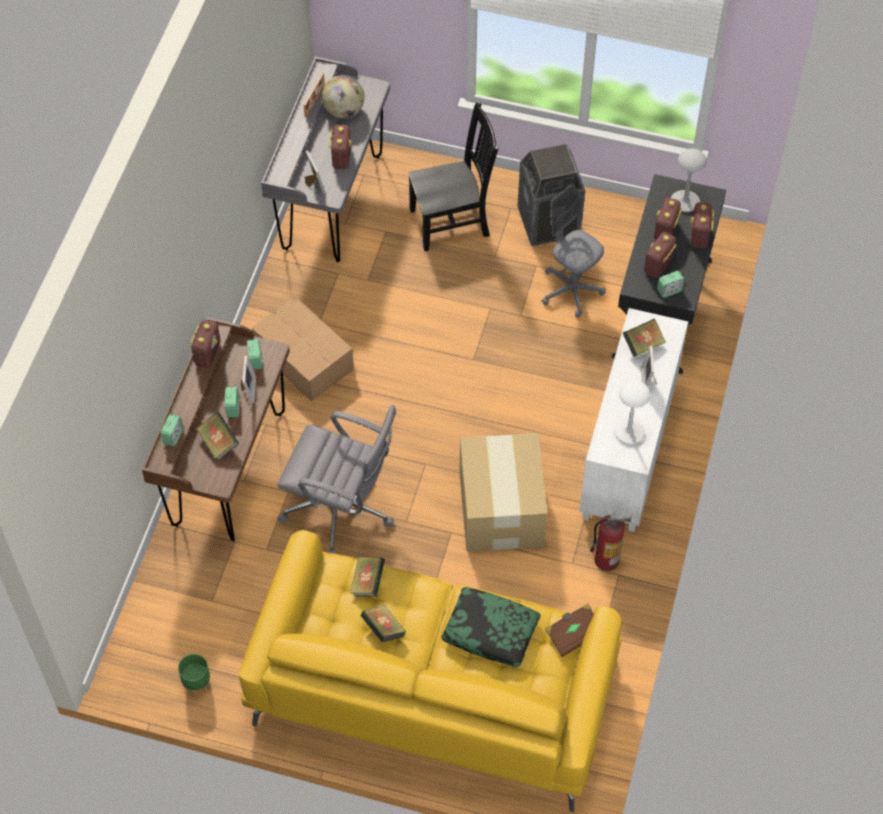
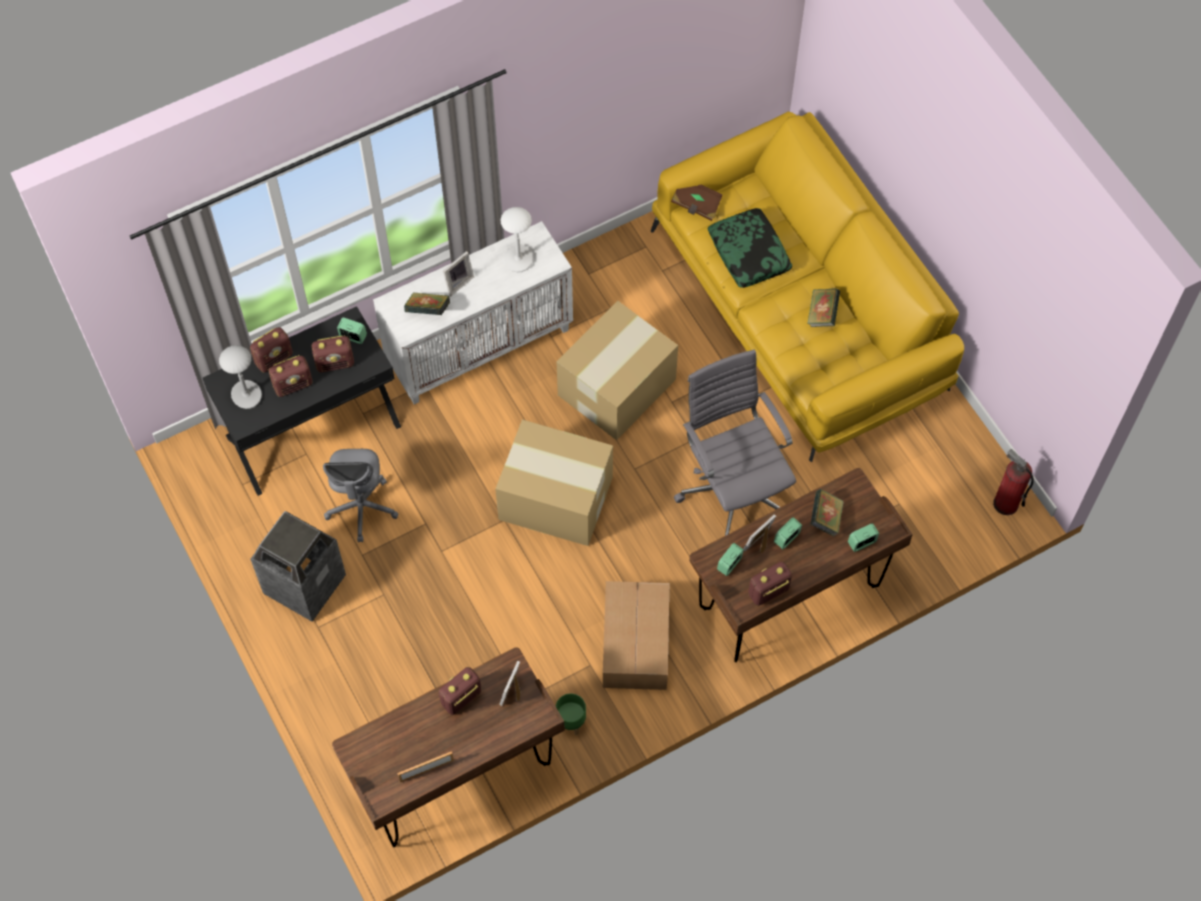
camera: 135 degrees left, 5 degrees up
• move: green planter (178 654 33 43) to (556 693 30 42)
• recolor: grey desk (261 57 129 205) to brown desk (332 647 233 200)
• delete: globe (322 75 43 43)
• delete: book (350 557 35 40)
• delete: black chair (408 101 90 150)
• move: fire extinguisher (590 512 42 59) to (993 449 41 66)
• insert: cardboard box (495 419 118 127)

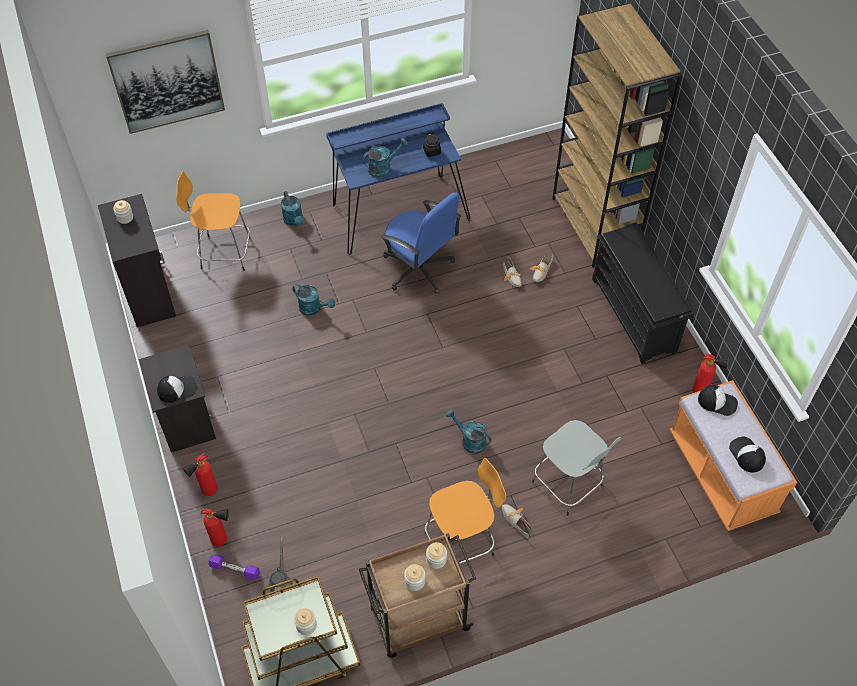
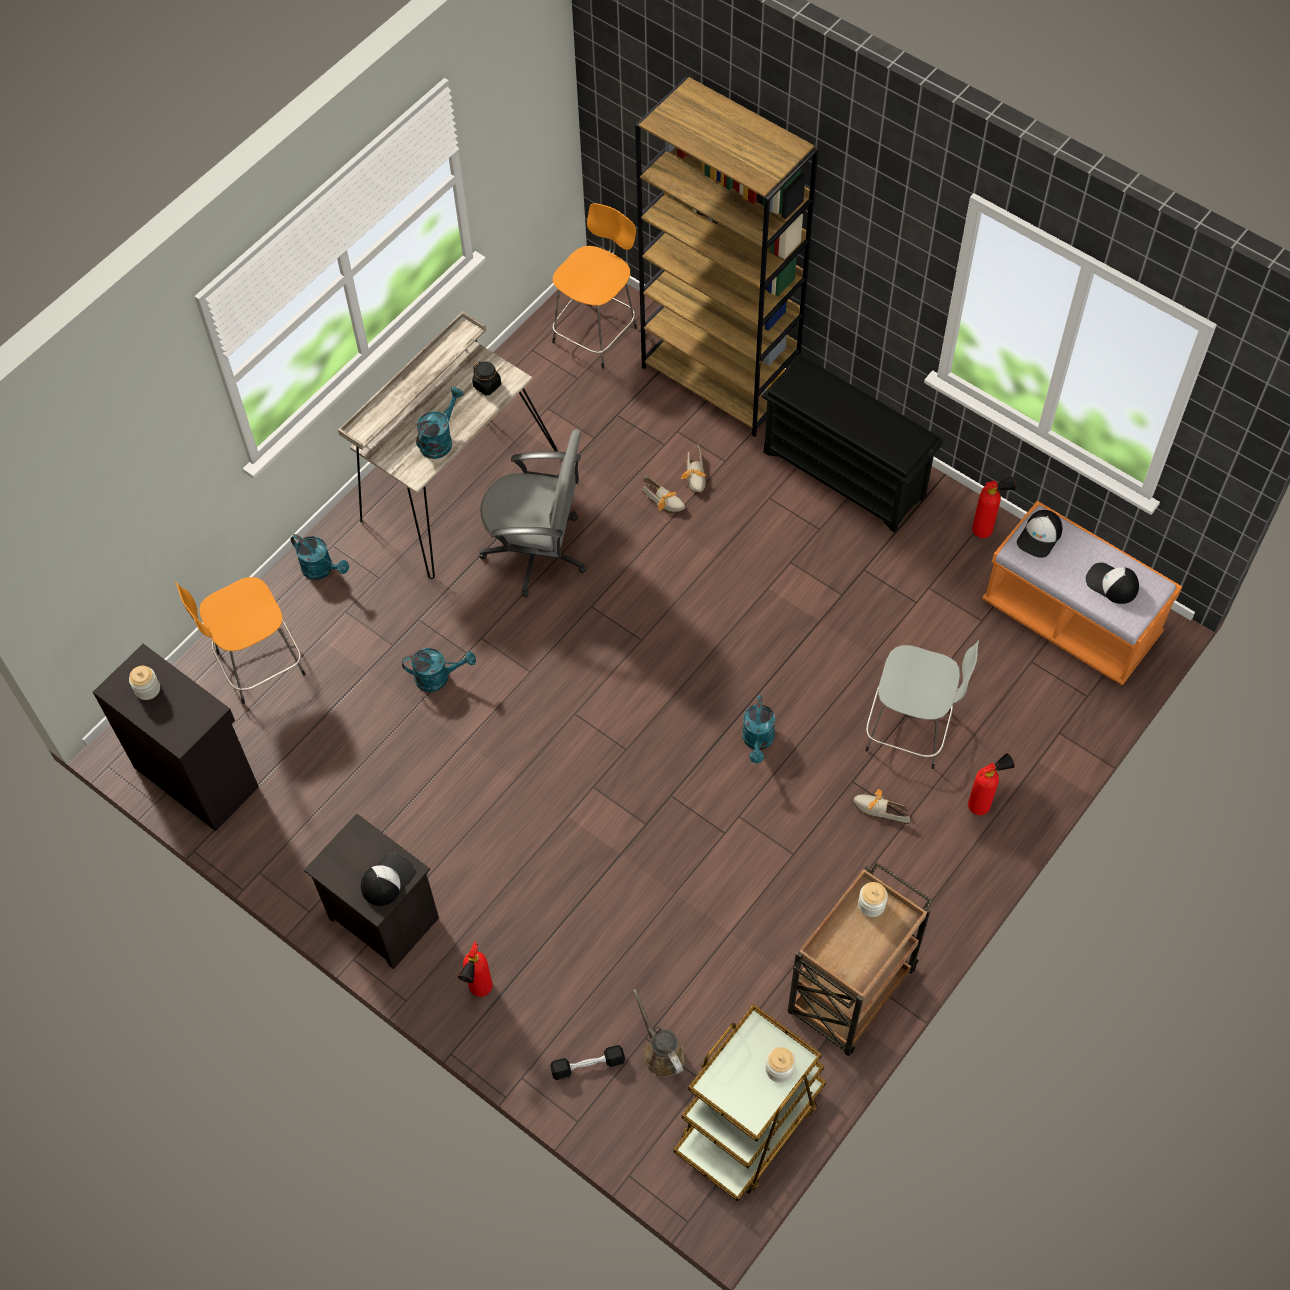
camera: 30 degrees left, 5 degrees up
• delete: picture (106 30 119 104)
• move: fire extinguisher (200 508 29 39) to (968 753 47 62)
• recolor: purple dumbbell (209 555 51 25) to black dumbbell (550 1045 75 35)
• recolor: blue desk (326 103 145 152) to beige desk (338 311 219 268)
• recolor: blue office chair (381 192 80 101) to grey office chair (479 429 107 168)
• delete: jar (404 564 21 27)
• move: orange stool (425 458 81 106) to (552 203 85 166)
• rotate: turquoise watering can (446 409 46 45) = (742 695 33 68) 90 degrees counterclockwise
• rotate: cap (698 385 40 31) = (1017 510 45 48) 135 degrees clockwise

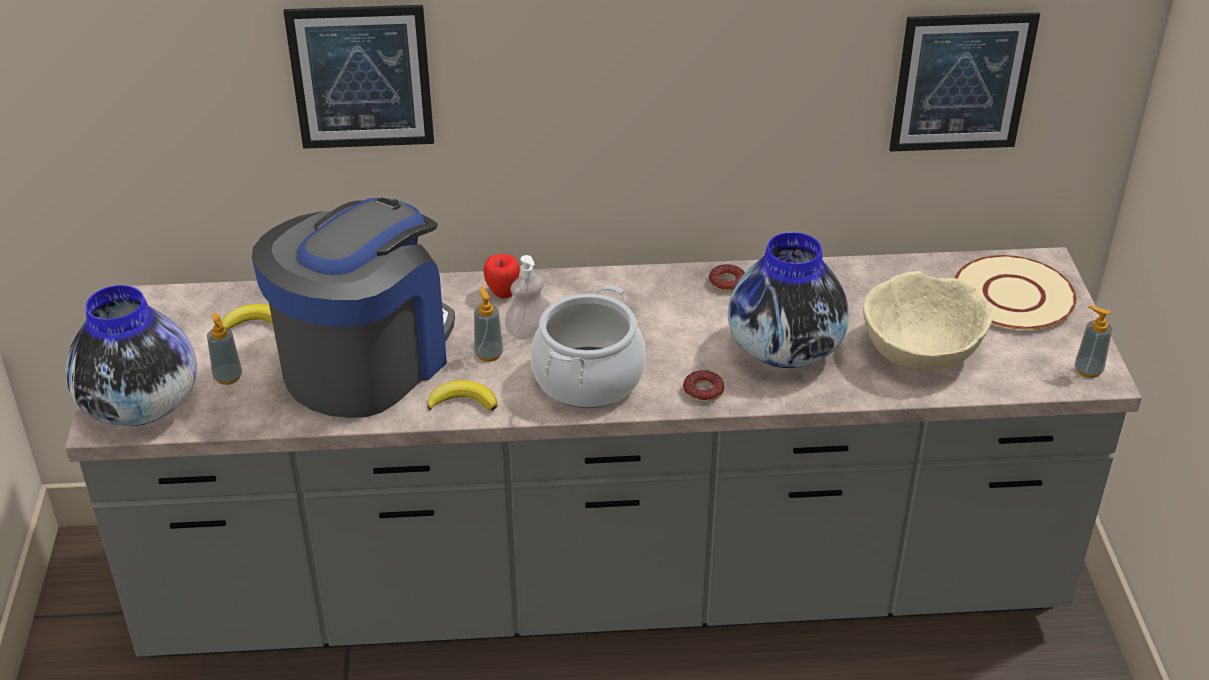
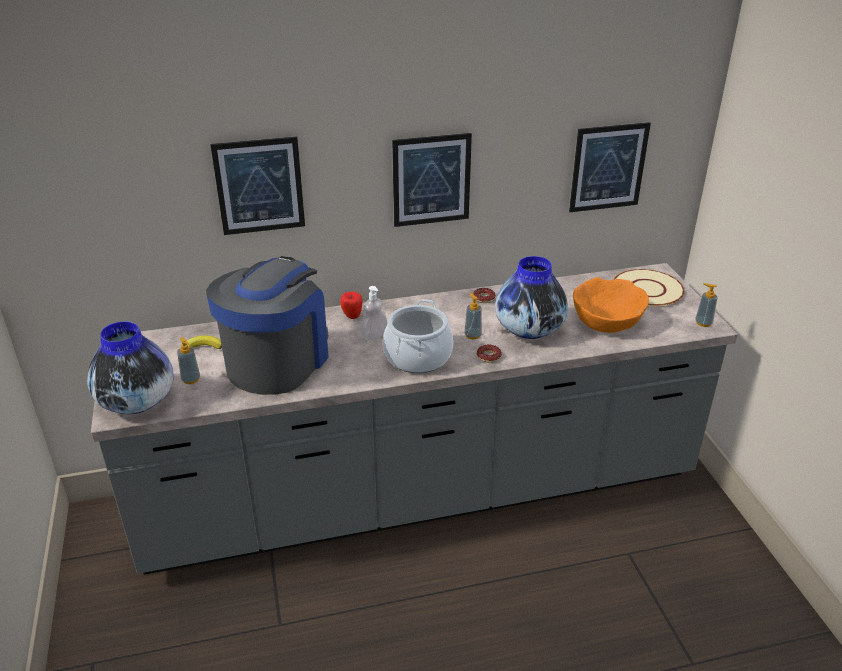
camera: 10 degrees left, 5 degrees down
• delete: banana (427 380 70 31)
• move: soap dispenser (474 286 29 76) to (464 293 18 46)
• recolor: beige bowl (863 271 129 100) to orange bowl (573 277 76 56)
• insert: picture (392 133 80 94)

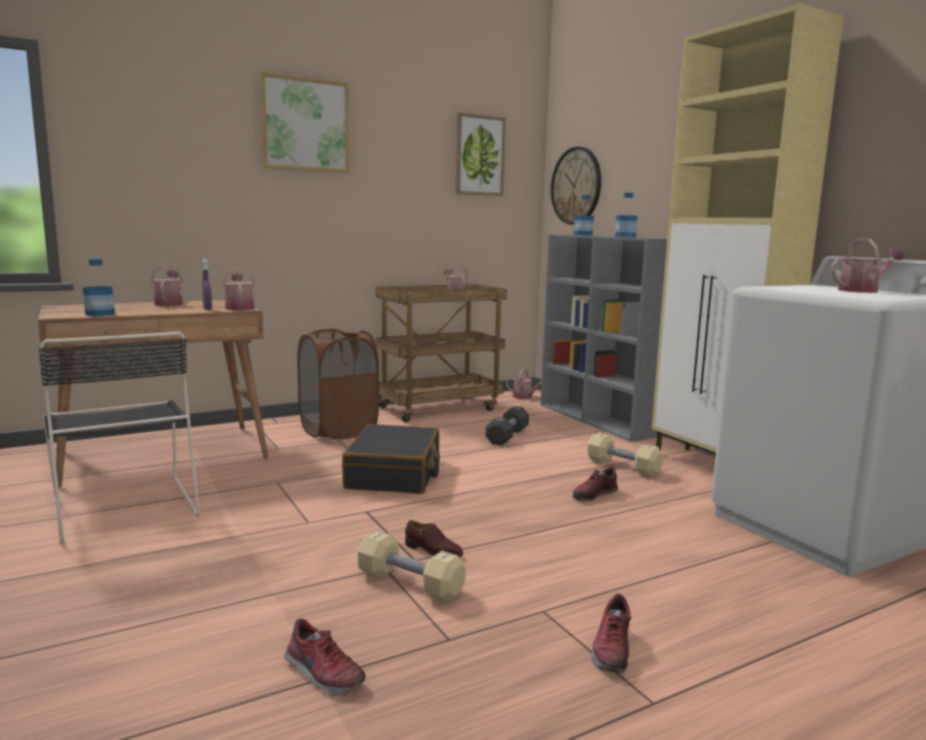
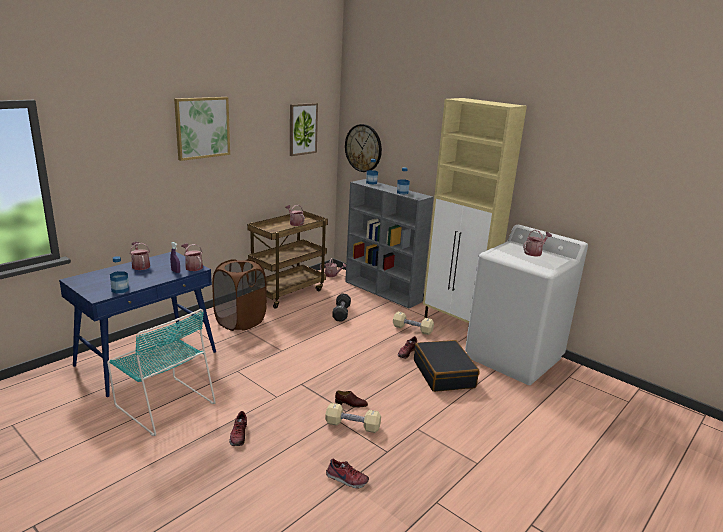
camera: 20 degrees left, 10 degrees up
• recolor: brown desk (38 300 231 188) to blue desk (59 252 157 145)
• recolor: black chair (38 332 162 211) to turquoise chair (107 309 109 127)
• move: black suitcase (342 424 98 70) to (414 340 65 52)
• move: shoe (591 593 40 80) to (229 411 18 35)

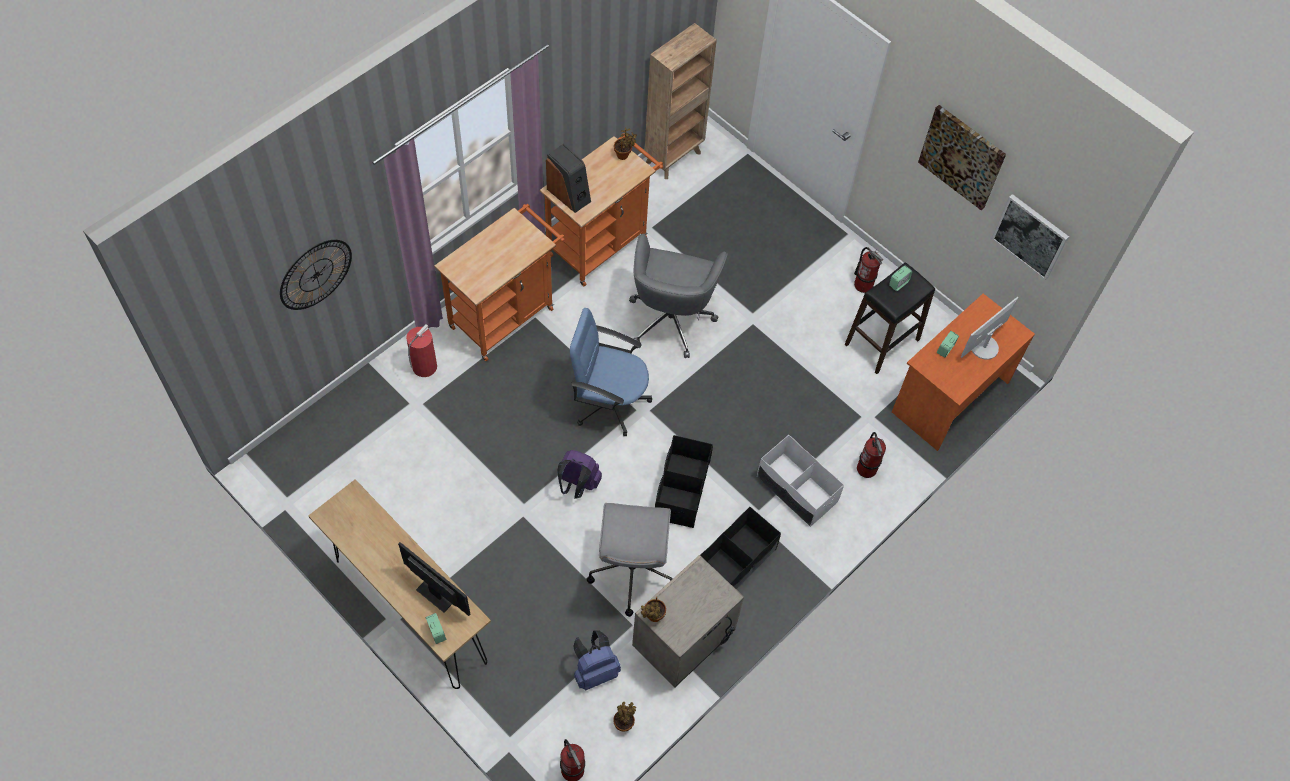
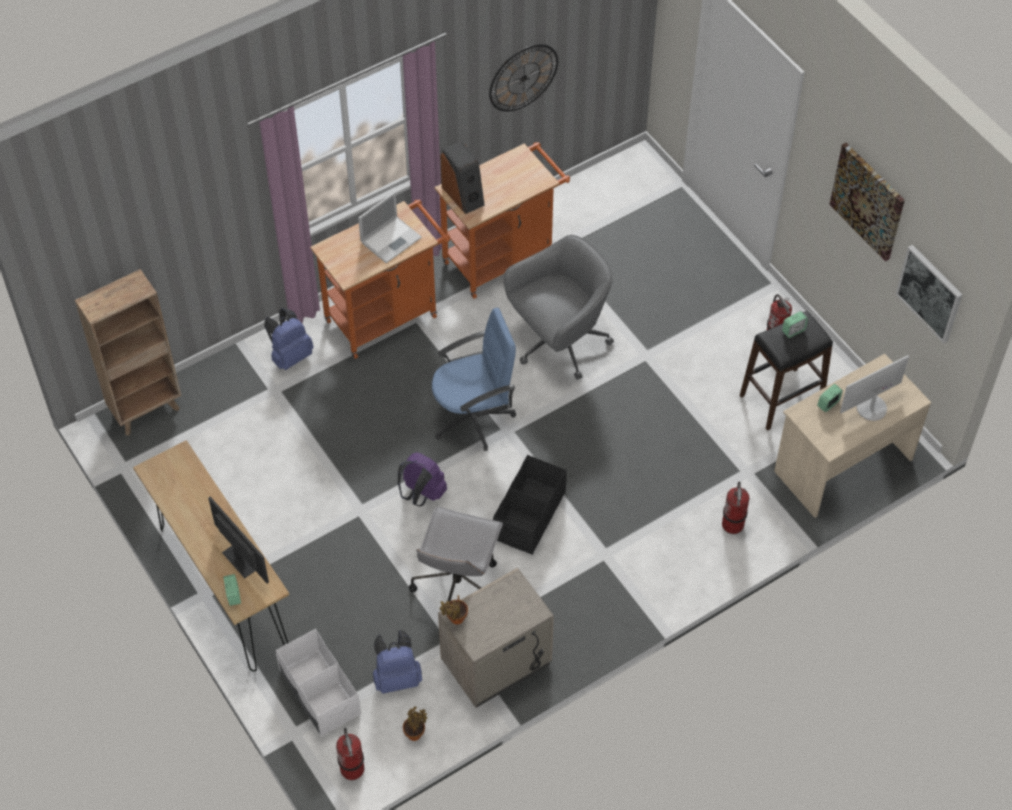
camera: 15 degrees right, 5 degrees down
• move: wall clock (280 240 72 70) to (489 44 69 68)
• replace: fire extinguisher (406 324 31 53) to blue backpack (264 308 50 62)
• rotate: blue office chair (570 308 82 129) = (432 308 84 143) 135 degrees clockwise
• delete: potted plant (614 128 23 32)
• rotate: grey office chair (629 234 99 124) = (504 235 110 145) 150 degrees counterclockwise
• move: brown bookcase (645 23 72 156) to (75 269 107 167)
• delete: black storage box (700 507 81 82)
• move: white storage box (757 435 87 92) to (276 629 85 107)
• recolor: orange desk (892 293 143 158) to beige desk (774 354 157 164)
• insert: laptop (358 192 64 71)

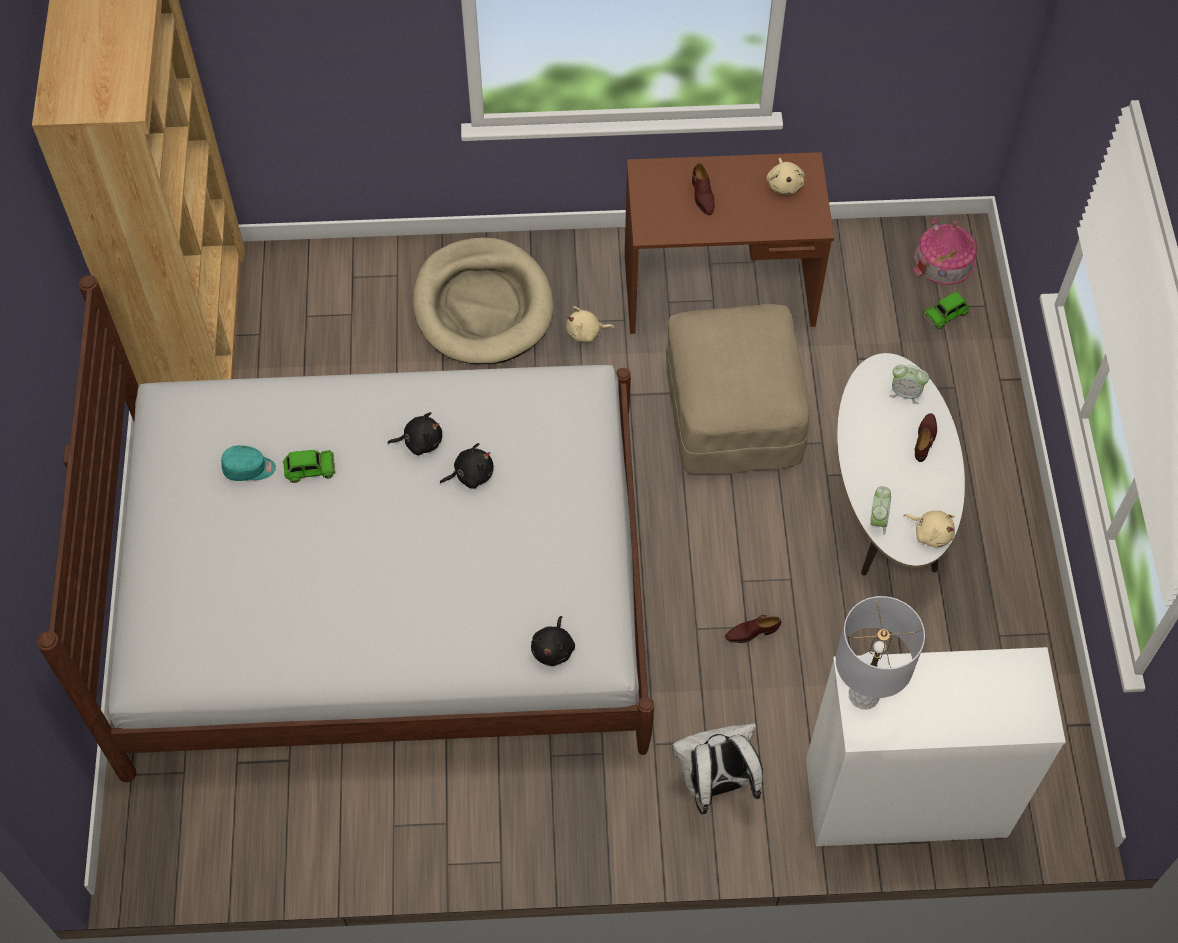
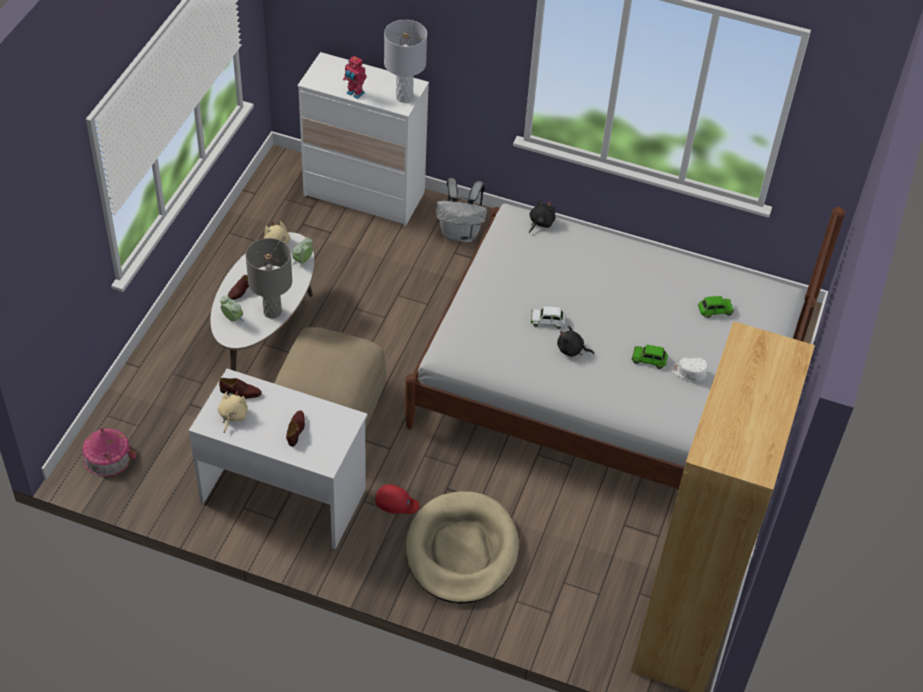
camera: 160 degrees left, 10 degrees down
• recolor: turquoise cap (221 445 55 36) to white cap (671 356 37 25)
• replace: black plush toy (440 443 54 46) to white toy car (531 306 35 23)
• replace: beige plush toy (566 306 48 36) to red cap (375 484 45 30)
• recolor: brown desk (625 152 209 182) to white desk (189 369 178 180)
• move: brown shoe (725 615 56 28) to (219 378 43 21)
• move: green toy car (924 291 45 38) to (698 296 36 22)
• insert: grey table lamp (246 238 46 81)
• insert: toy robot (343 56 24 43)

